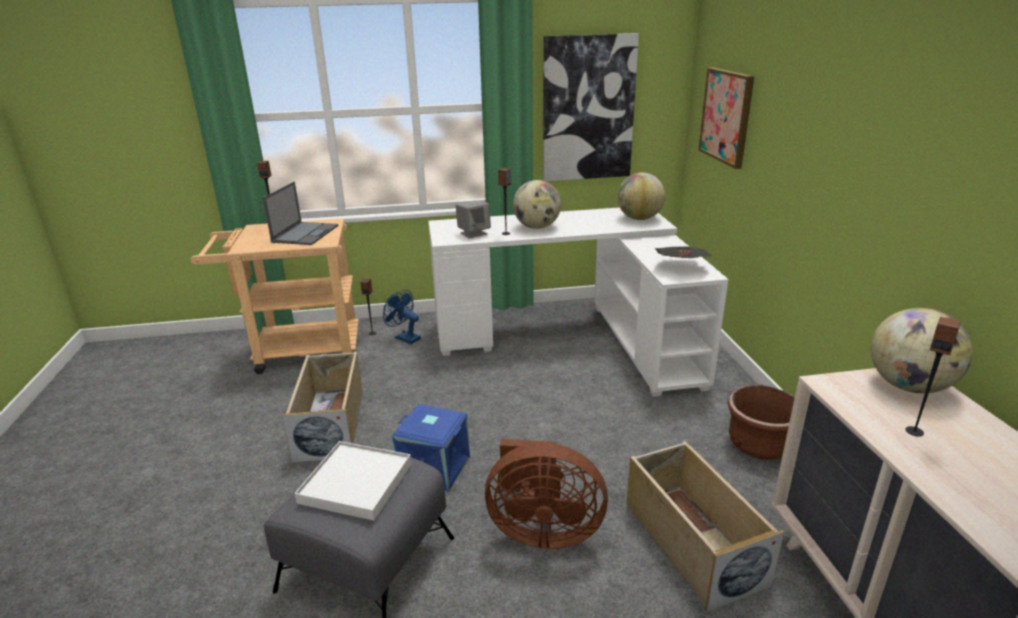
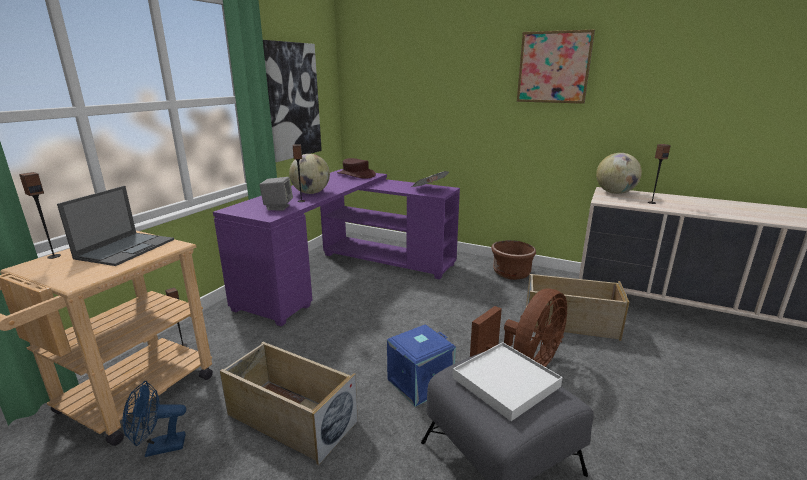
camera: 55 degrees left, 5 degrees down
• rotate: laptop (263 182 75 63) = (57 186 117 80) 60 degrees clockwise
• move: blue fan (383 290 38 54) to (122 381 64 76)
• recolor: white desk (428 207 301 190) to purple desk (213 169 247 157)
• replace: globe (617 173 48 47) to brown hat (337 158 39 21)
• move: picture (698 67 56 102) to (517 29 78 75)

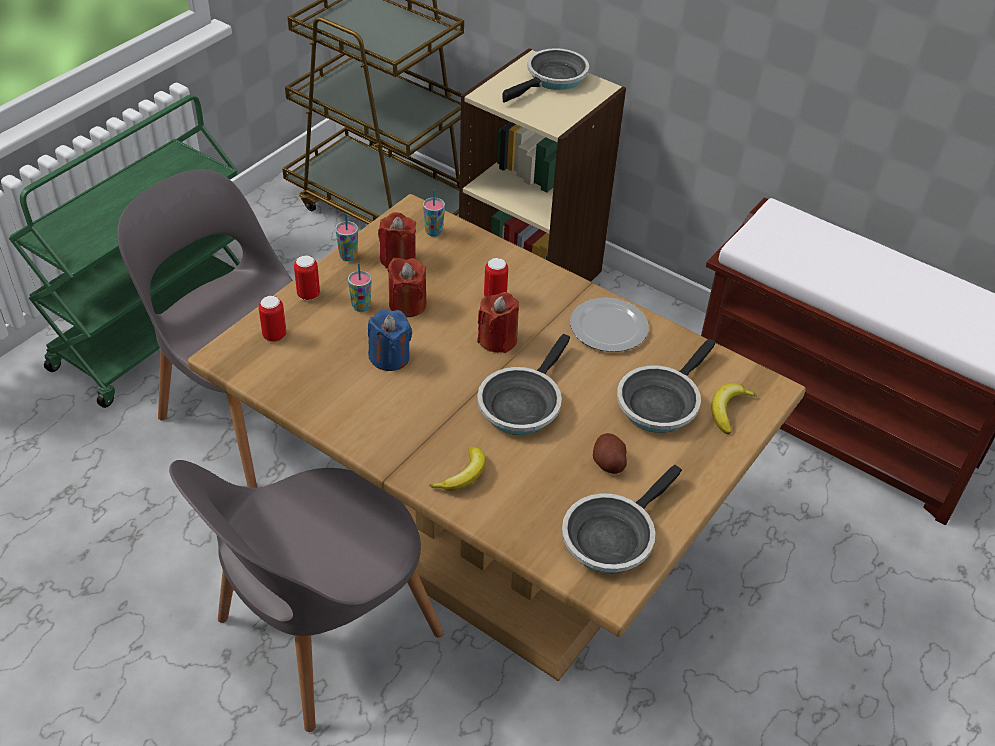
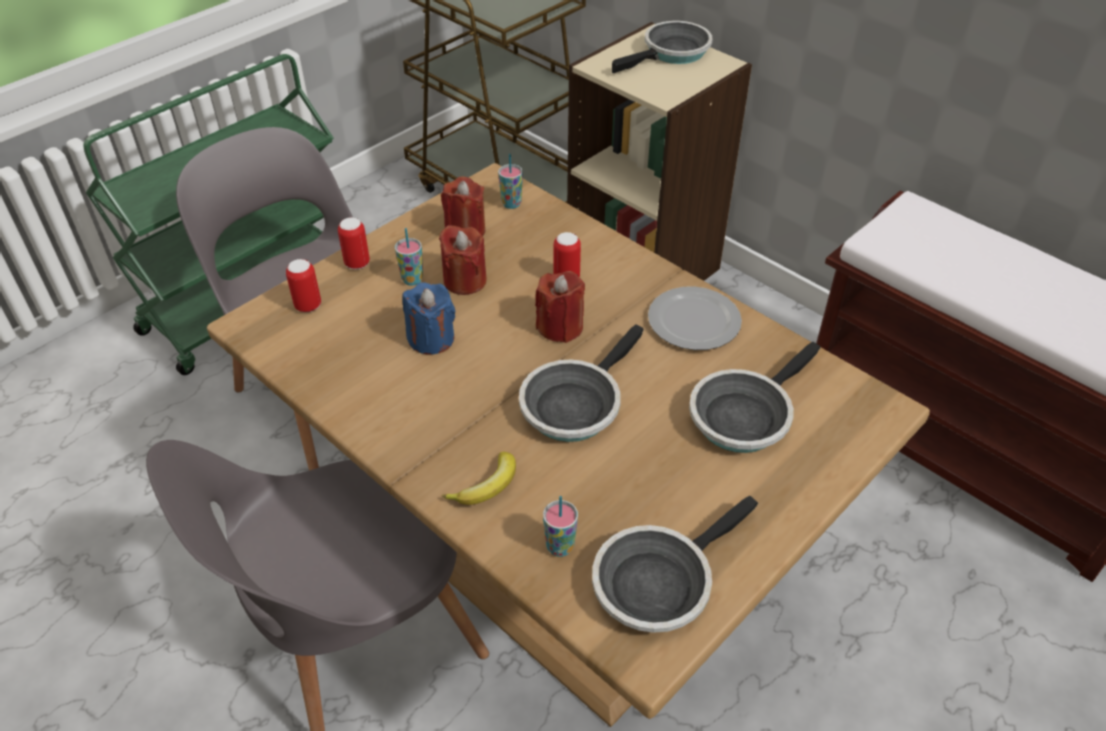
camera: 10 degrees right, 0 degrees up
• move: cup (335 213 23 48) to (543 496 35 61)
• delete: potato (593 433 34 41)
• delete: banana (712 383 45 51)

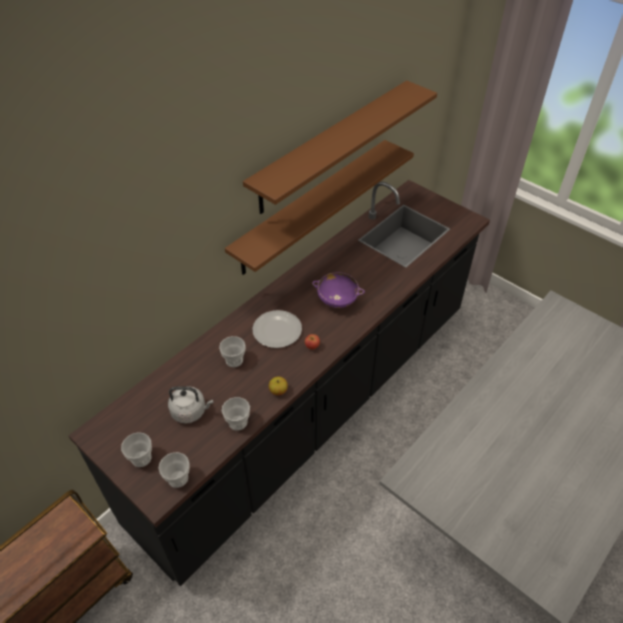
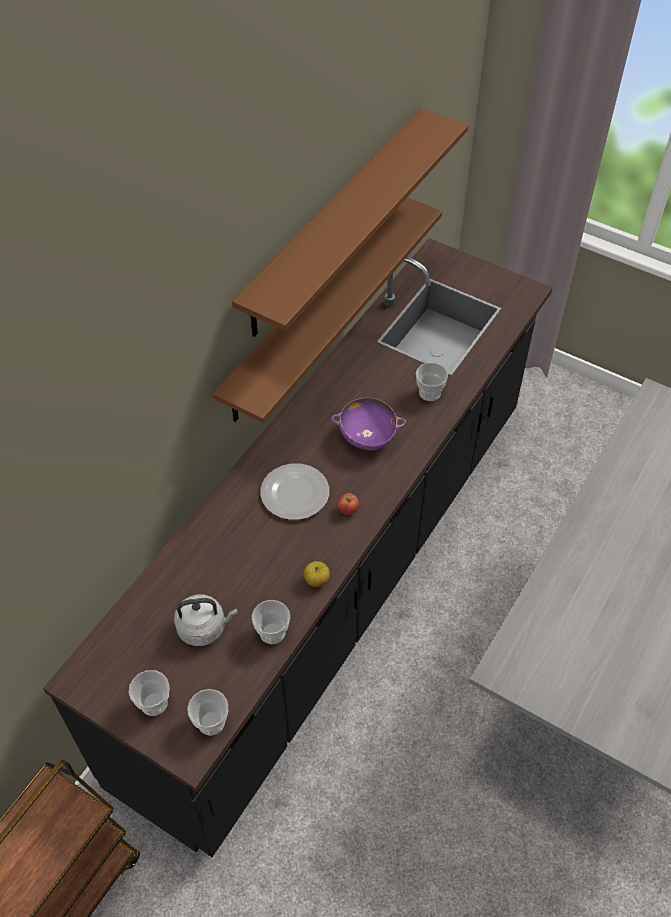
camera: 10 degrees left, 5 degrees up
• move: cup (219 336 27 31) to (416 363 32 38)

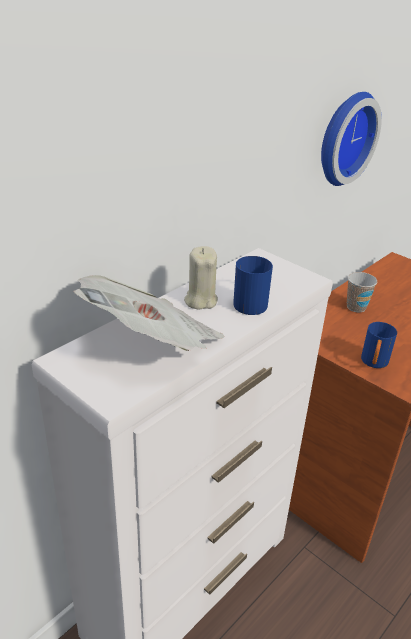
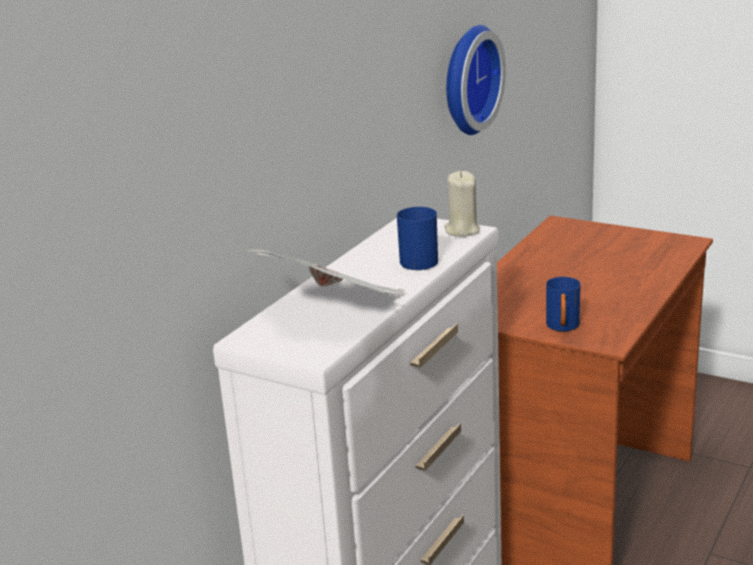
camera: 10 degrees left, 10 degrees down
• move: beige candle (184 246 34 63) to (444 171 36 66)
• delete: cup (347 272 30 40)

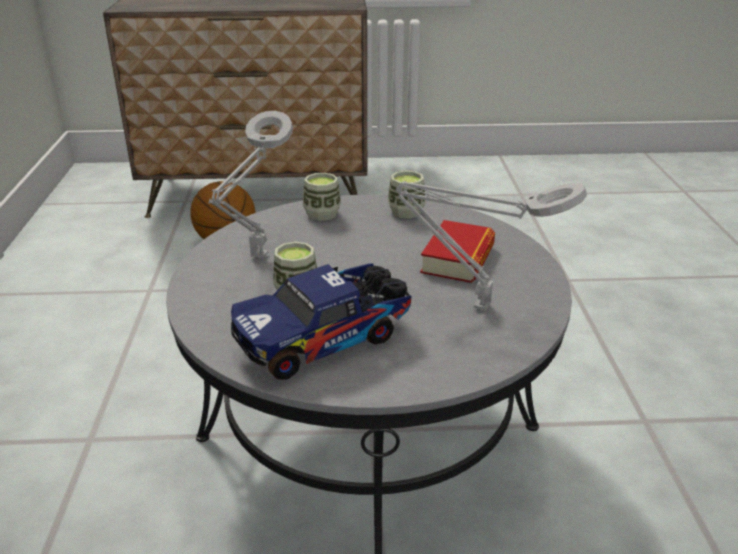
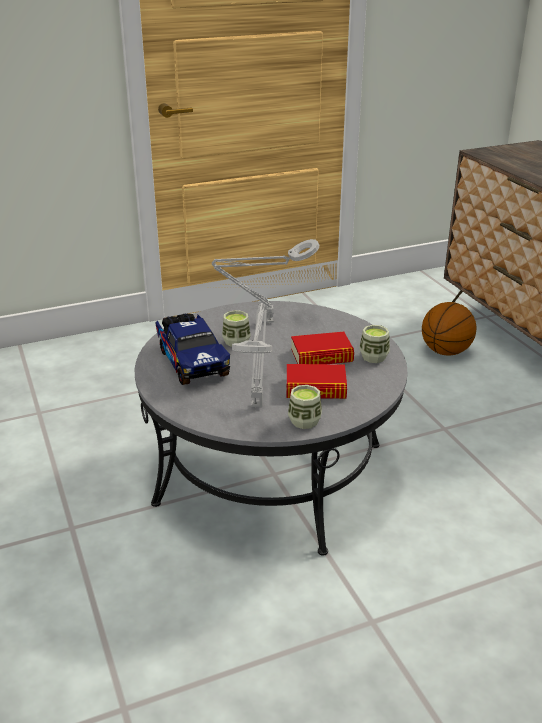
camera: 70 degrees right, 0 degrees up
• rotate: toy truck (231 264 180 116) = (155 314 75 71) 150 degrees counterclockwise
• move: cup (303 173 38 48) to (288 385 34 44)
• insert: book (291 332 63 32)

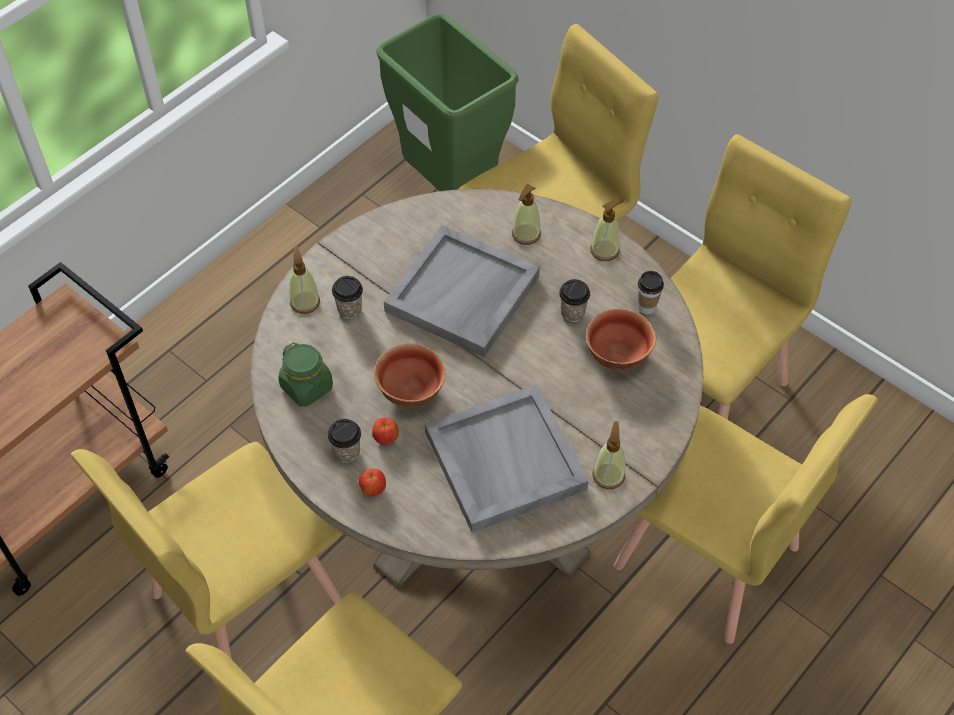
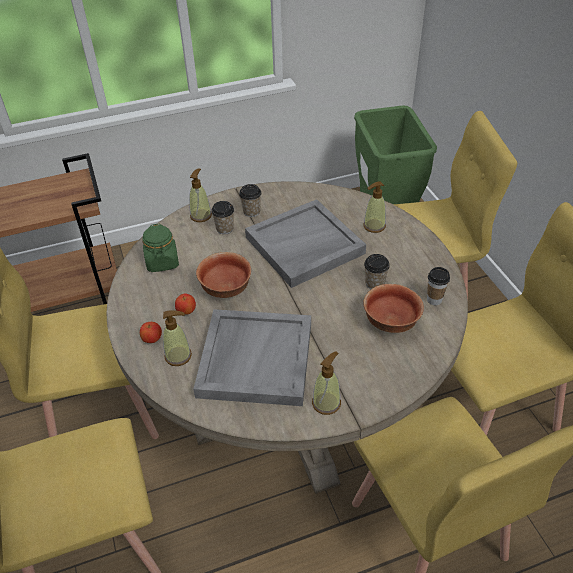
camera: 30 degrees right, 10 degrees down
• move: cup (328 419 33 44) to (239 184 22 33)
• move: soap dispenser (590 199 34 62) to (163 311 29 55)

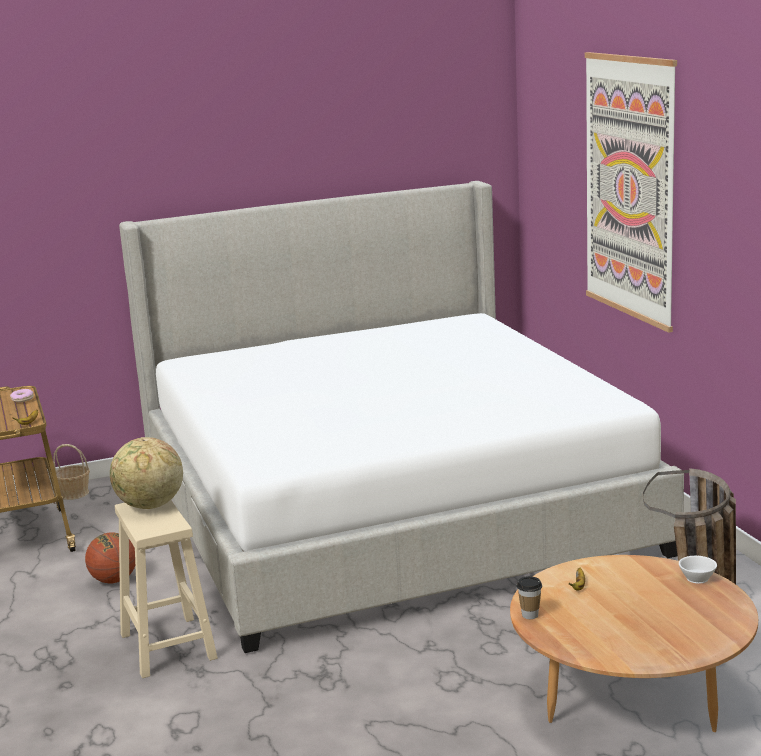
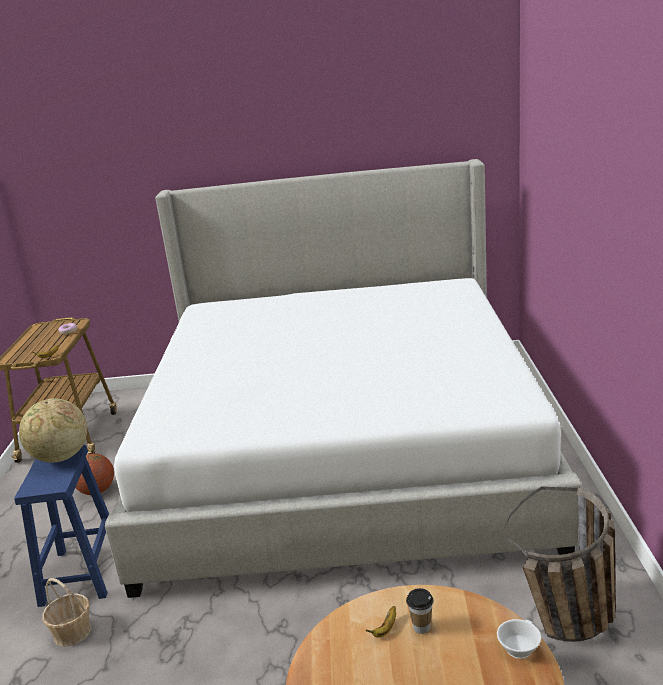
camera: 20 degrees right, 5 degrees up
• move: basket (53 444 37 56) to (42 578 49 69)
• recolor: beige stool (115 500 103 178) to blue stool (14 445 95 162)
• move: cup (517 576 25 43) to (406 588 27 46)
• delete: picture (585 52 92 281)

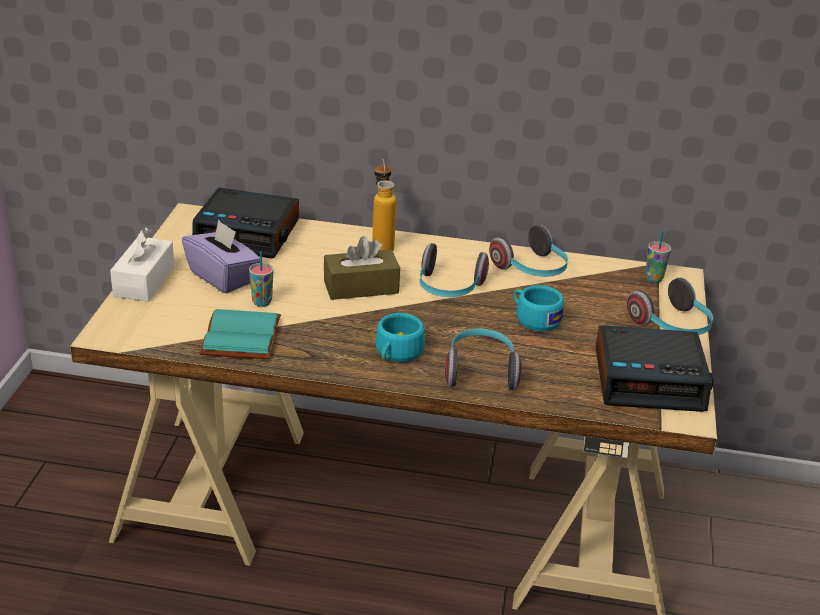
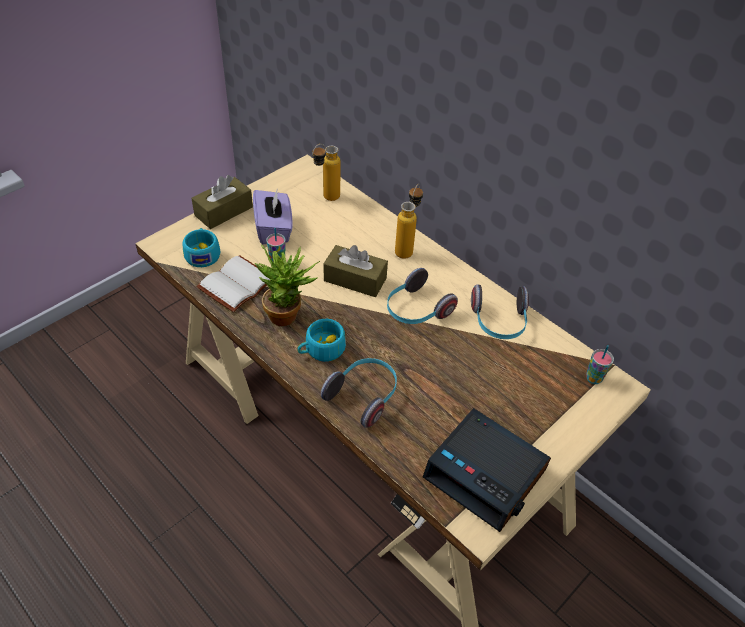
camera: 35 degrees right, 15 degrees up
• recolor: white tissue box (110 227 65 75) to brown tissue box (191 175 62 54)
• replace: alarm clock (192 188 107 70) to bottle (312 144 29 57)
• recolor: turquoise book (199 309 82 50) to white book (196 255 74 57)
• move: turquoise cup (513 285 51 46) to (182 228 39 39)
• delete: headphones (627 278 86 57)
• insert: potted plant (254 245 66 81)

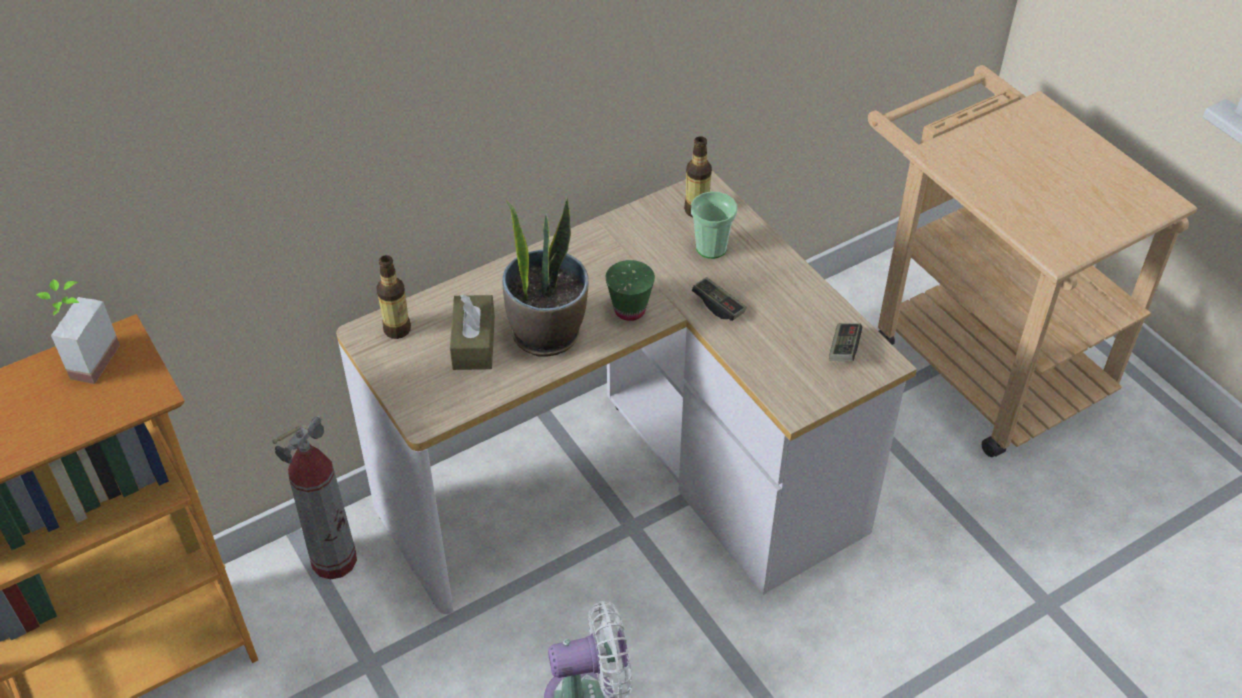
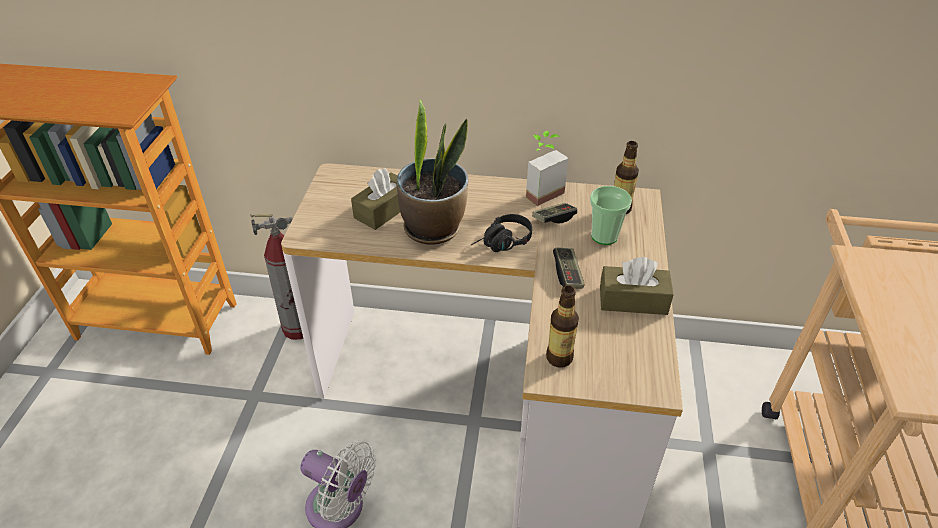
camera: 40 degrees right, 5 degrees down
• move: potted plant (36 279 84 105) to (526 131 42 75)
• move: bottle (376 255 35 84) to (546 285 33 83)
• replace: green cup (605 260 50 61) to black headphones (471 214 61 38)
• move: game controller (829 323 33 38) to (532 203 45 20)
• insert: brown tissue box (600 257 74 58)

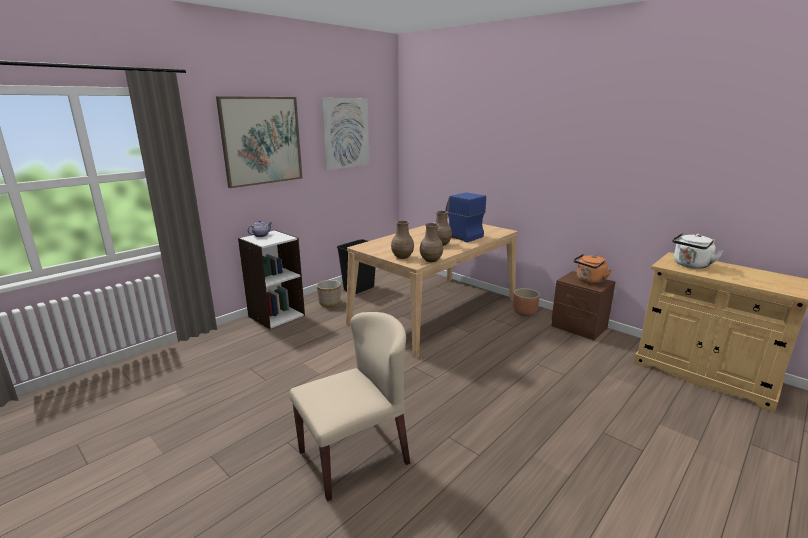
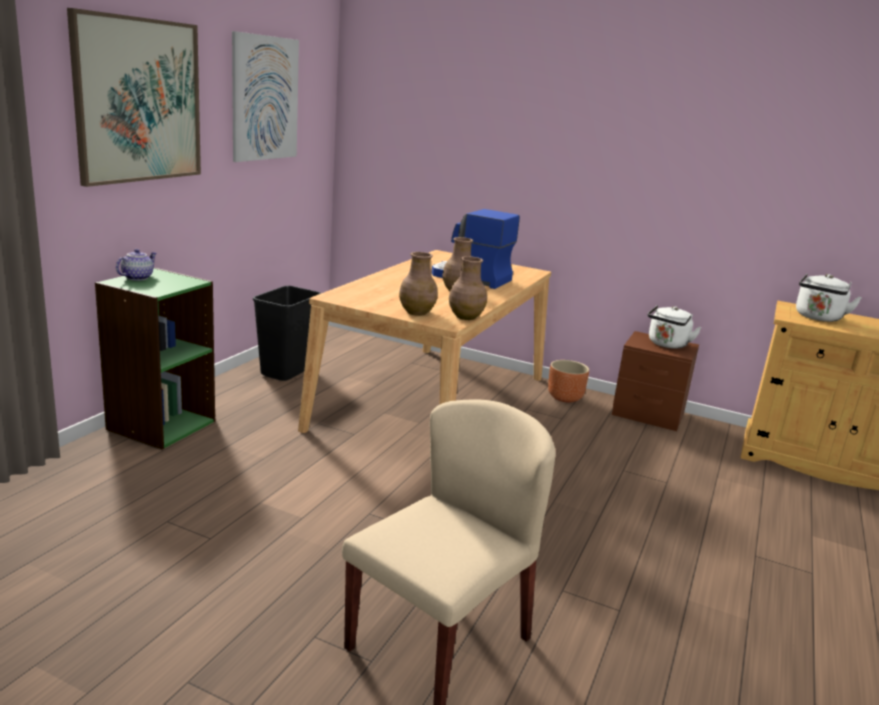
camera: 20 degrees left, 0 degrees up
• recolor: white bookcase (238 230 67 99) to green bookcase (95 268 120 181)
• delete: planter (316 280 25 27)
• recolor: orange kettle (574 254 37 30) to white kettle (648 305 54 44)

